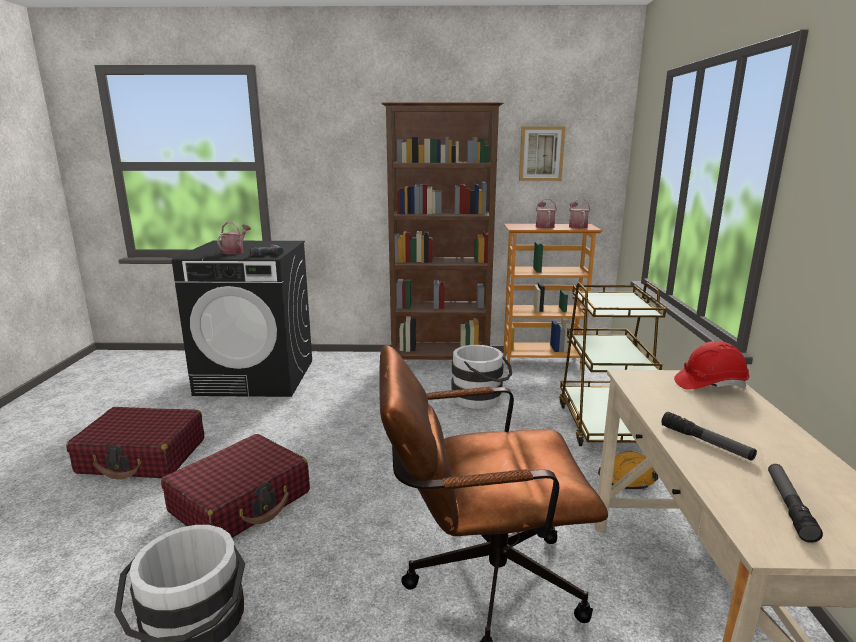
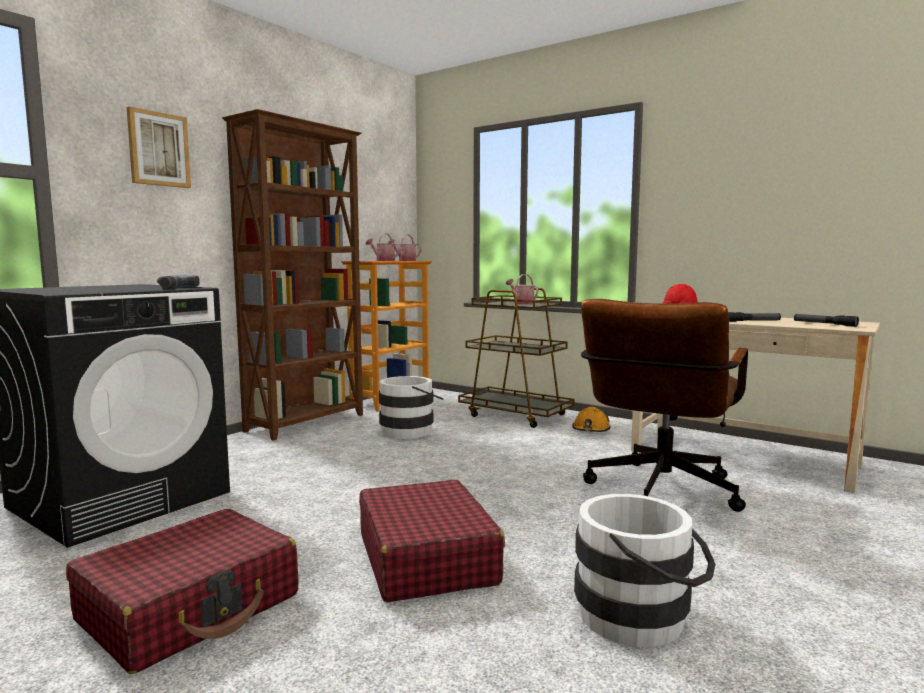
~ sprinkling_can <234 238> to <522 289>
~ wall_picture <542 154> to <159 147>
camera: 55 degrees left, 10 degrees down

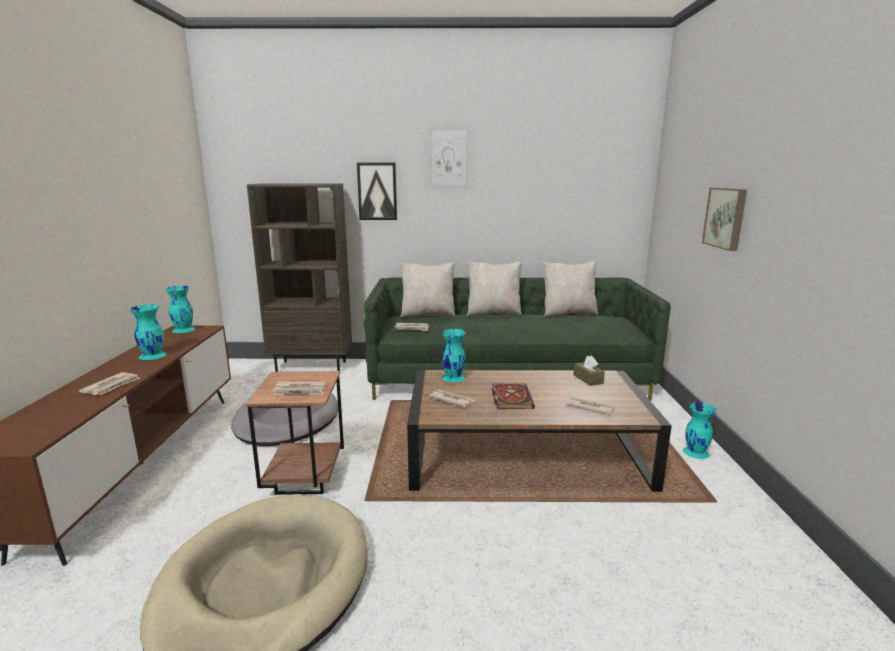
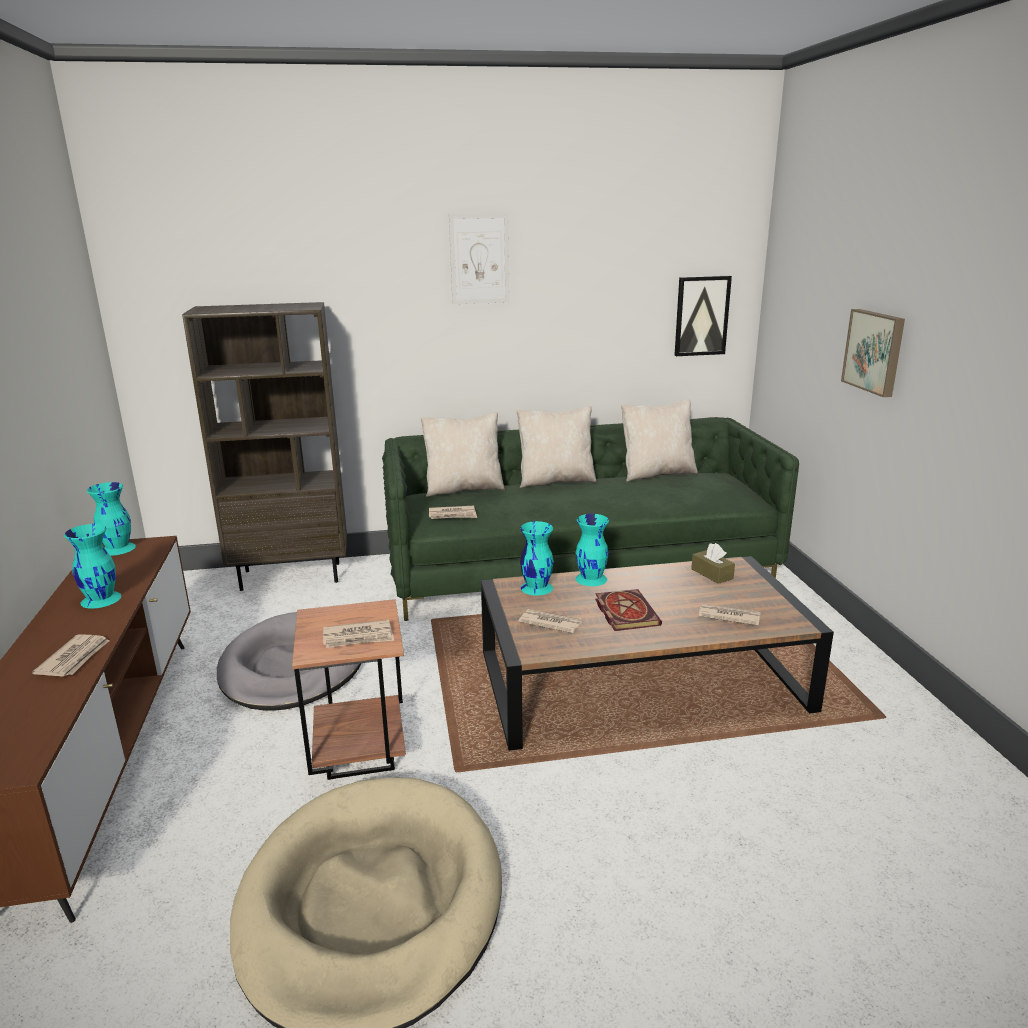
~ wall_picture <377 191> to <703 316>
~ turquoise_vase <700 430> to <592 550>
camera: 10 degrees left, 5 degrees up

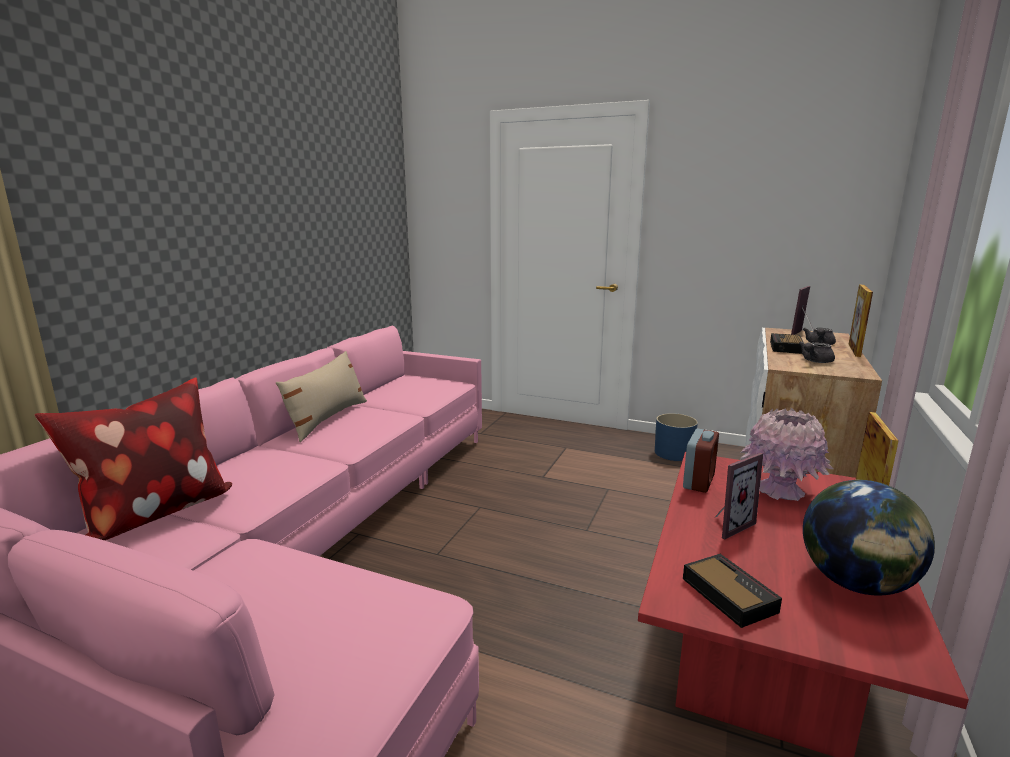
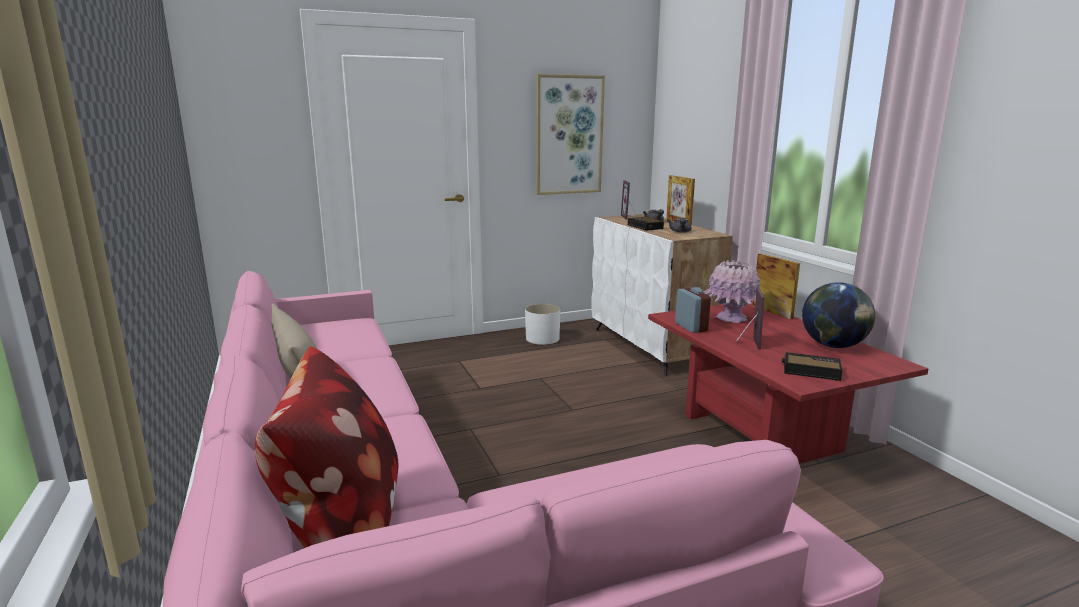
+ wall_picture <570 134>
~ blue-coloured_plant_pot <676 437> to white_plant_pot <542 324>
camera: 45 degrees left, 0 degrees up

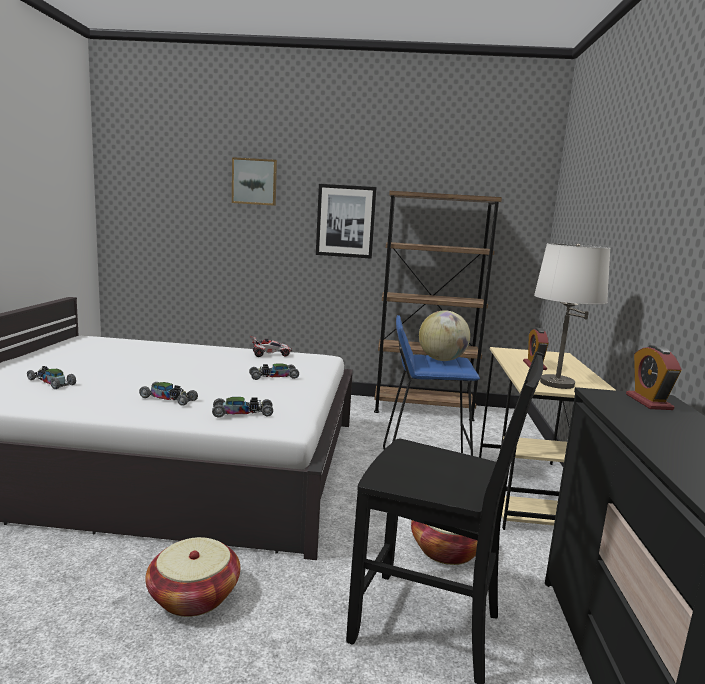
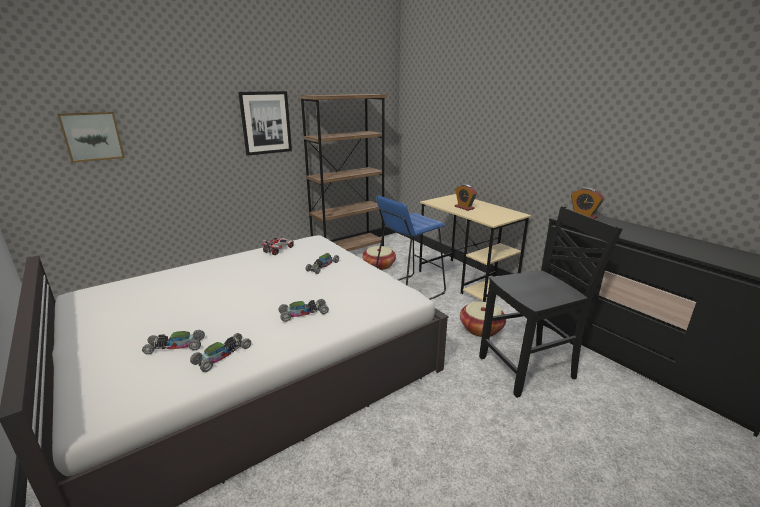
- desk_globe <444 335>
- white_lamp_for_a_table <572 316>
~ household_basket <193 577> to <379 258>
~ model_car <242 407> to <220 352>
~ wall_picture <254 181> to <91 137>
camera: 40 degrees left, 10 degrees up

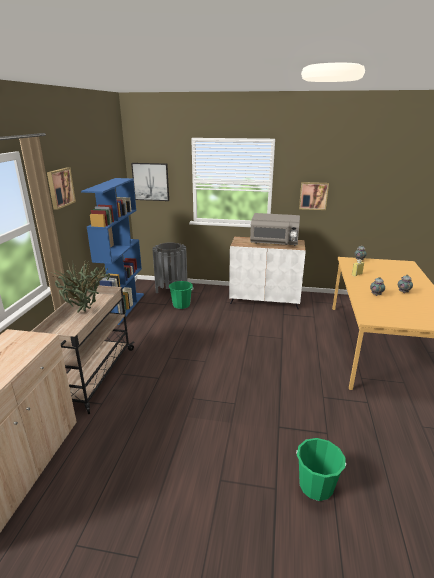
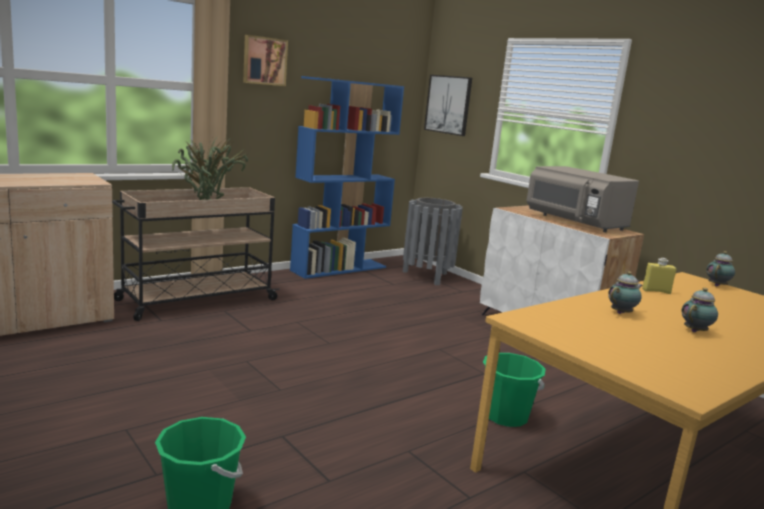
- wall_picture <314 196>
~ greenish_water_bucket <181 295> to <514 390>
camera: 40 degrees right, 10 degrees down

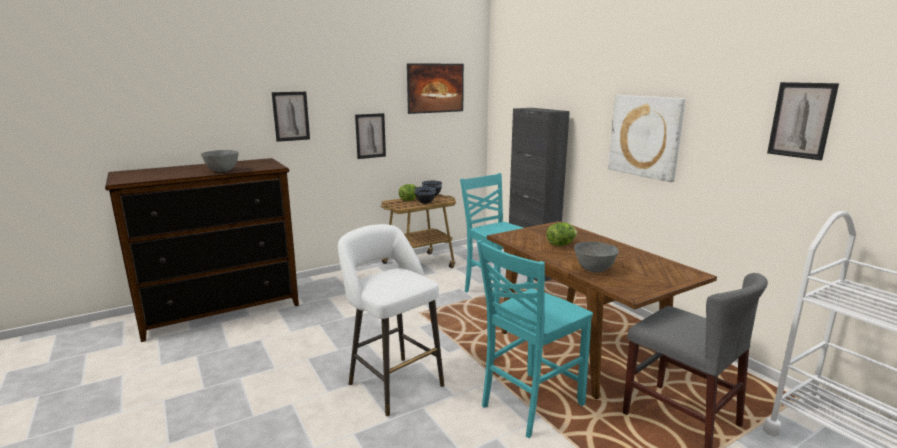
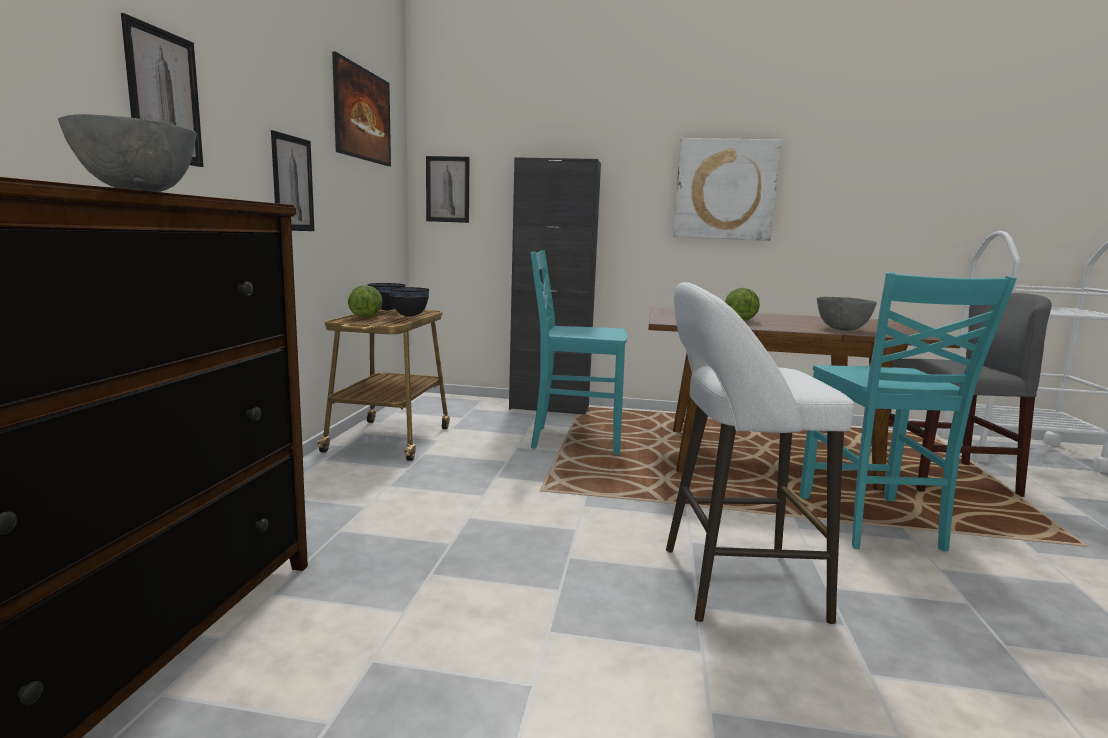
~ wall_picture <803 121> to <448 189>
camera: 50 degrees left, 5 degrees down

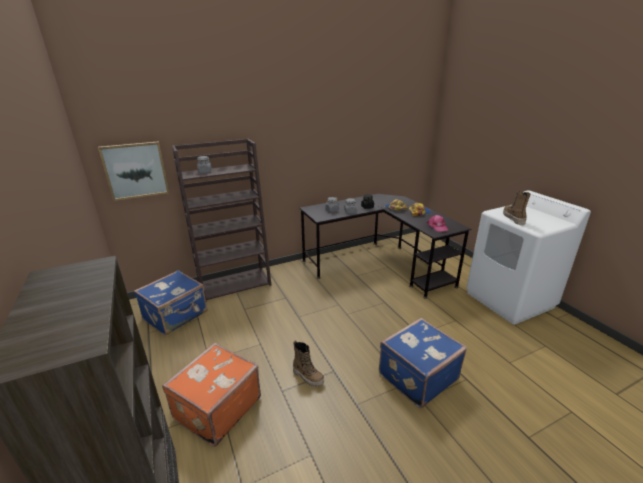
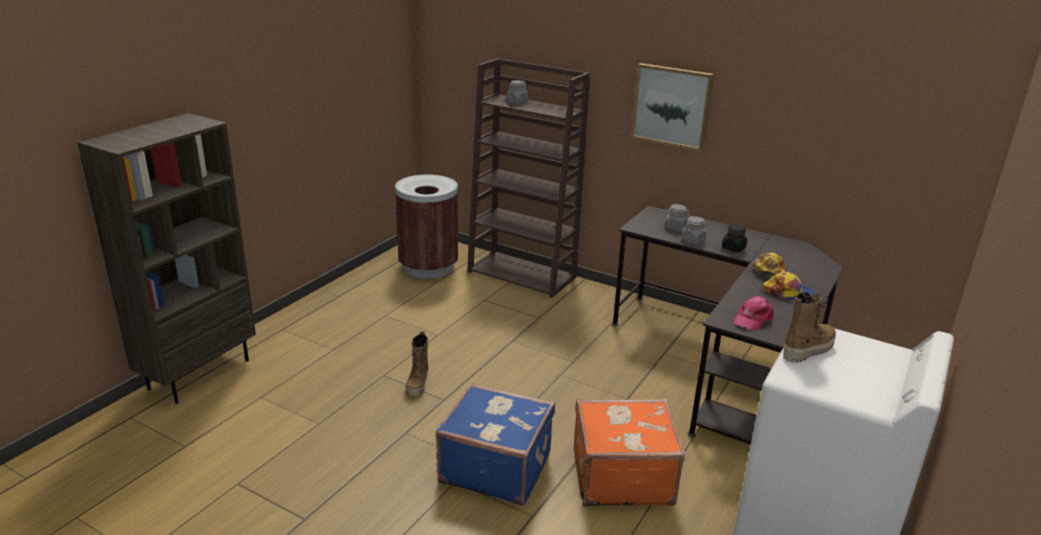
~ wall_picture <134 171> to <672 107>
~ orange-coloured_piece_of_luggage <211 395> to <630 453>
~ blue-coloured_piece_of_luggage <170 302> to brownish_waste_bin <426 226>
camera: 55 degrees right, 0 degrees up

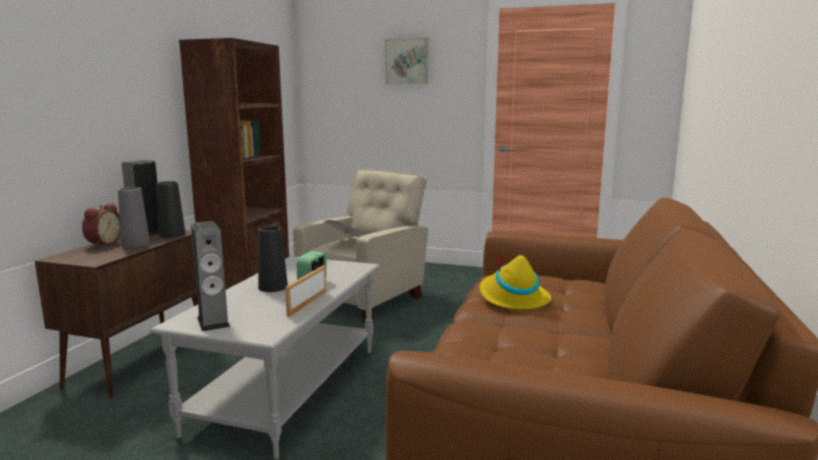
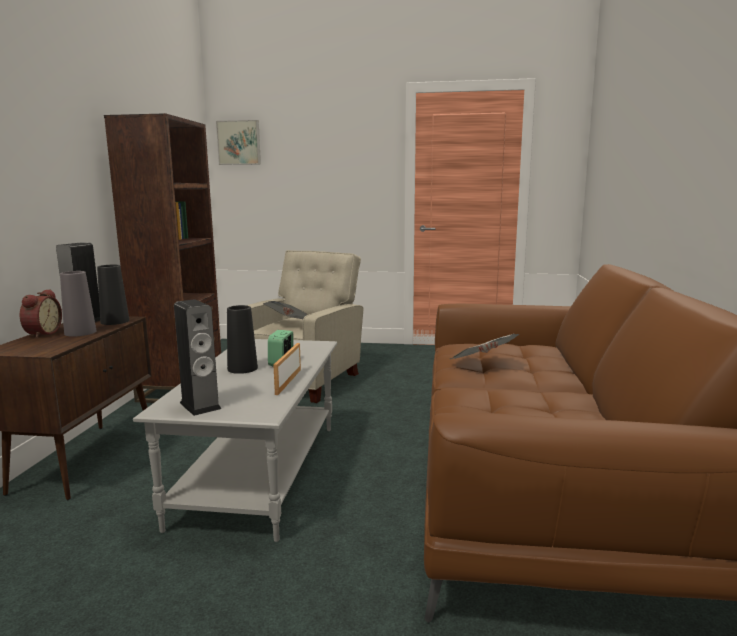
~ wall_picture <406 61> to <238 142>
~ yellowish_hat <515 280> to newspaper <484 346>
camera: 10 degrees left, 0 degrees up

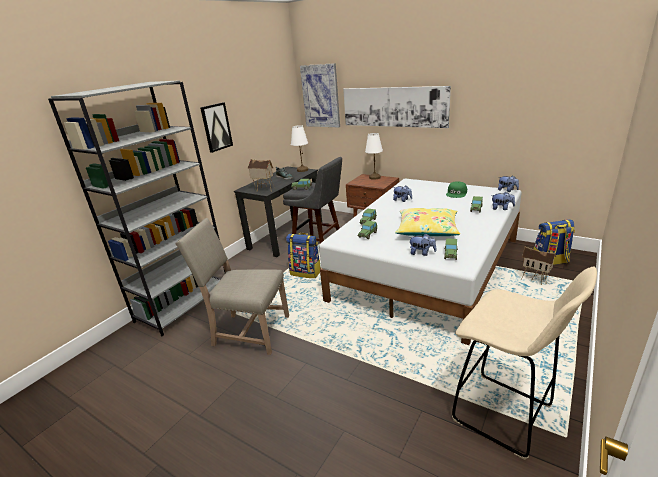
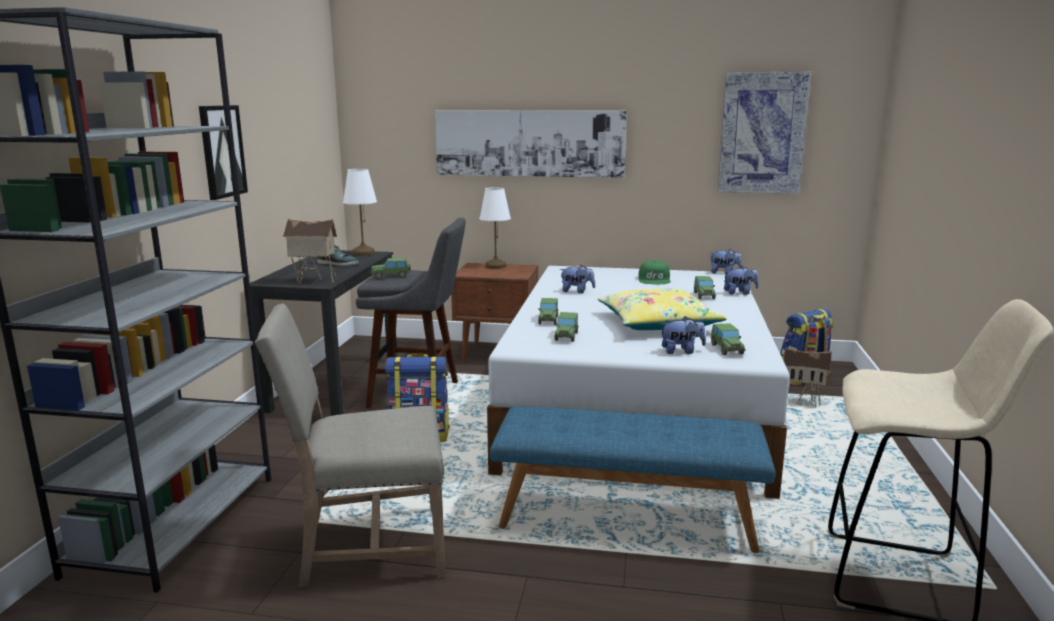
+ blue-coloured_indoor_bench <632 480>
~ wall_picture <320 95> to <764 133>
camera: 25 degrees left, 10 degrees down

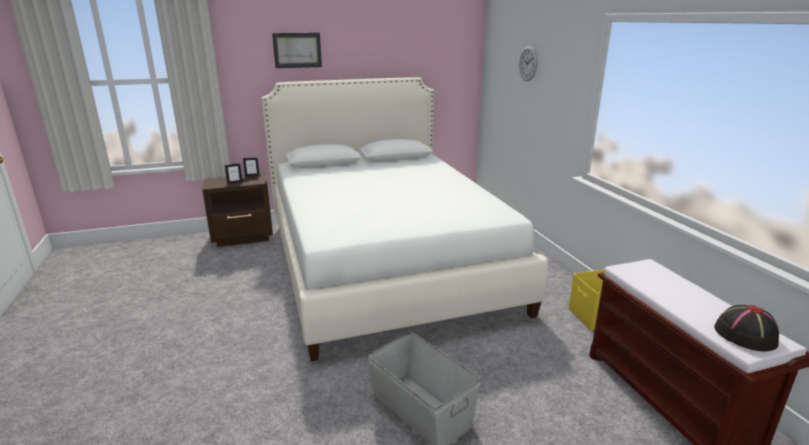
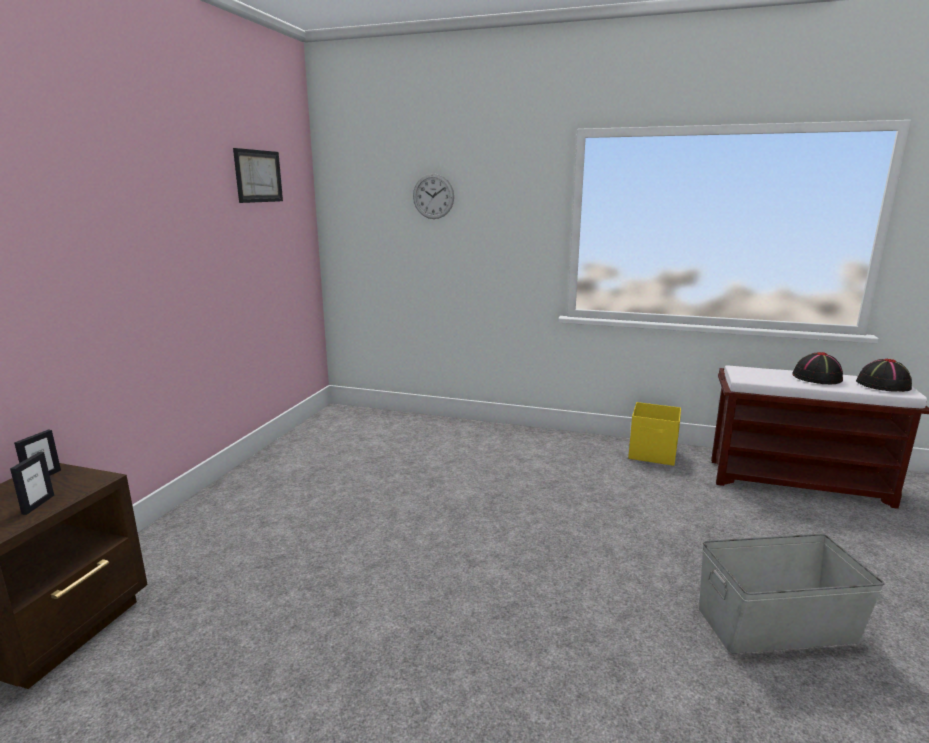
- white_bedroom_bed <404 219>
+ blackish_hat <817 368>
~ wall_picture <297 50> to <258 175>
camera: 55 degrees left, 5 degrees down

